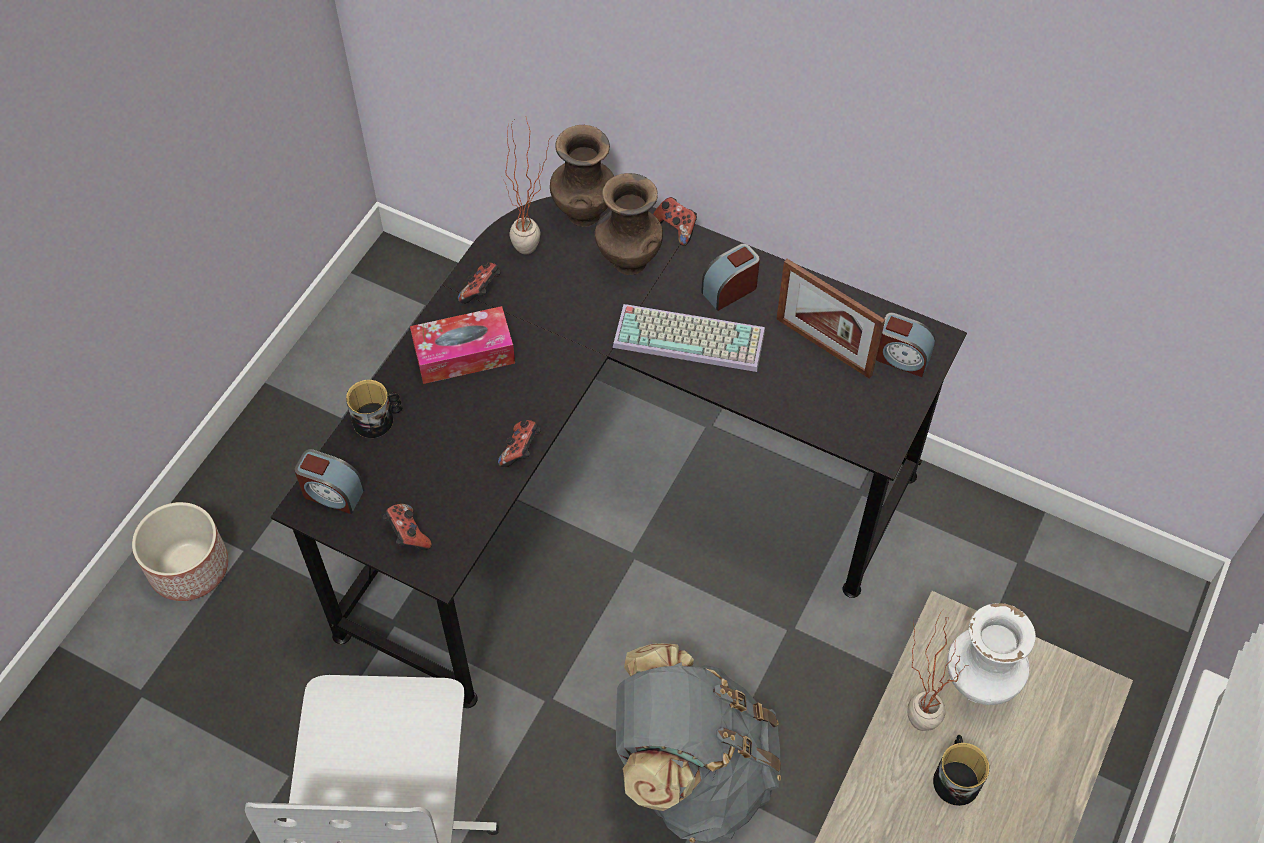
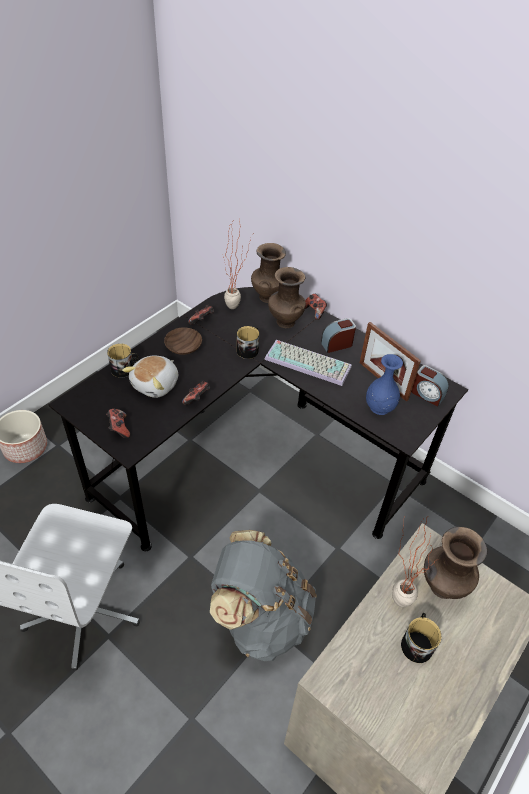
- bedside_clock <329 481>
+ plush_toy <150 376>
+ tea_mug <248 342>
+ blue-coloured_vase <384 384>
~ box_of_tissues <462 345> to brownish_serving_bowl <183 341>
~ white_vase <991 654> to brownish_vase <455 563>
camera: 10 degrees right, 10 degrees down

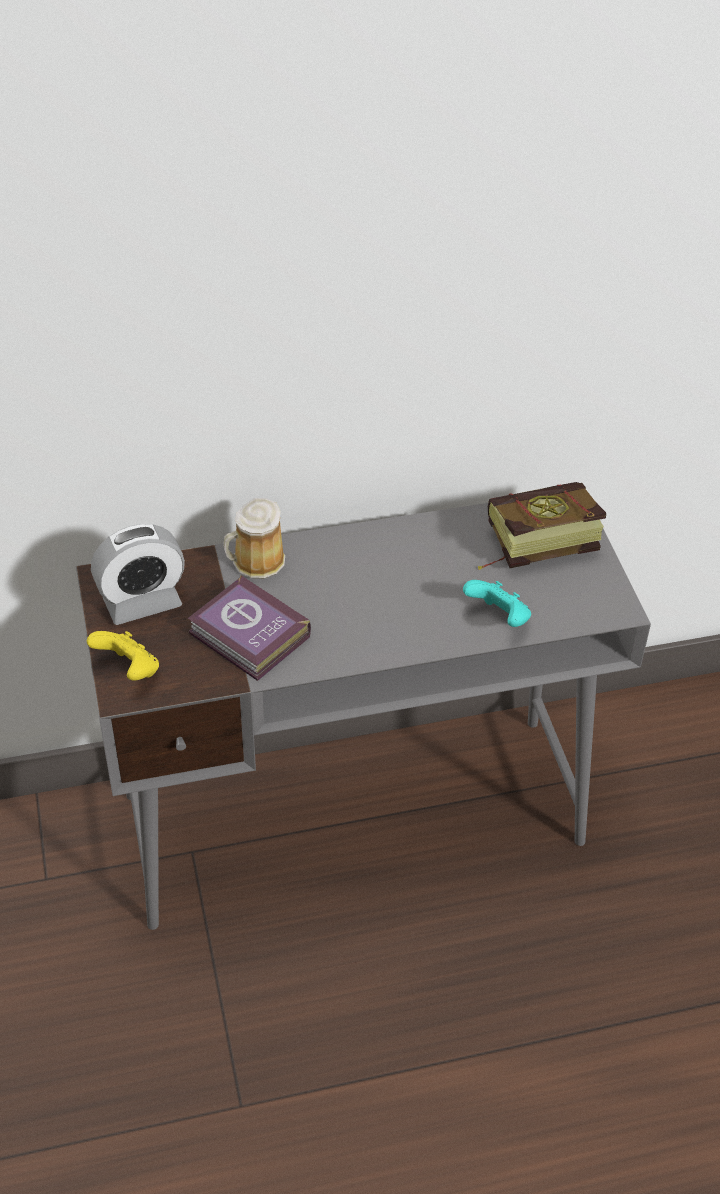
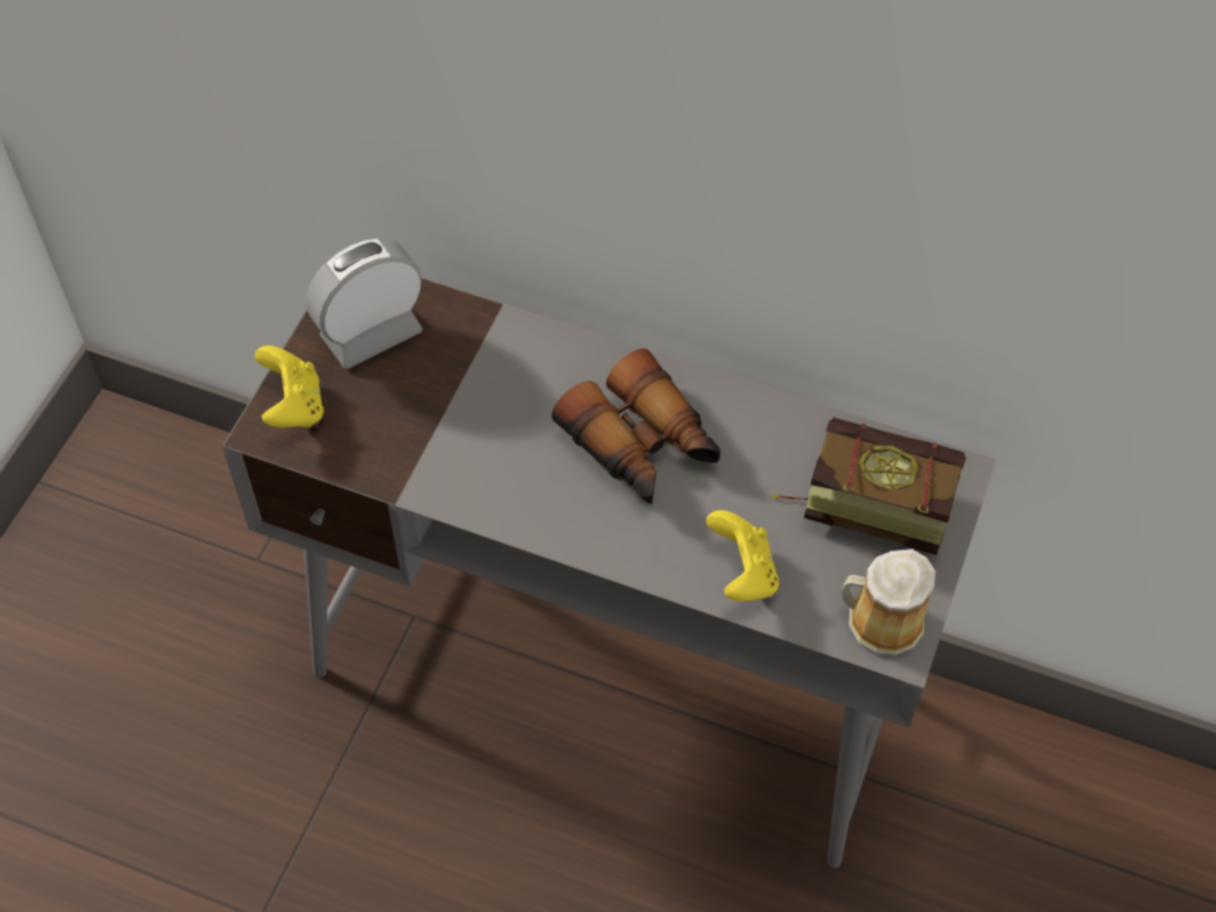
- bound_book <249 628>
+ binoculars <636 426>
~ tea_mug <254 538> to <888 602>
~ turquoise_gamepad <497 603> to yellowish_gamepad <742 555>
~ bedside_clock <138 574> = <364 303> 135 degrees clockwise
camera: 35 degrees right, 10 degrees up

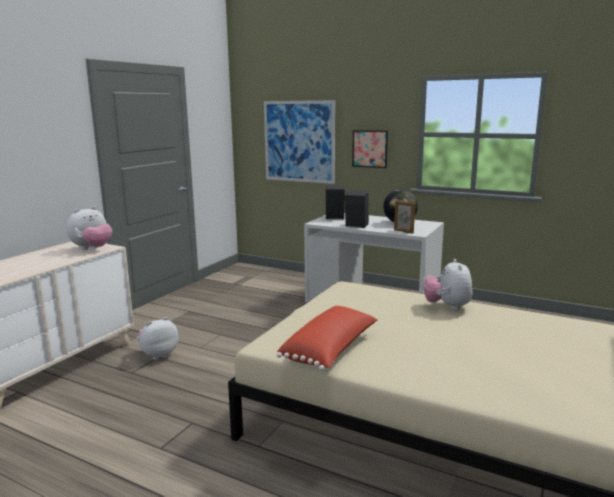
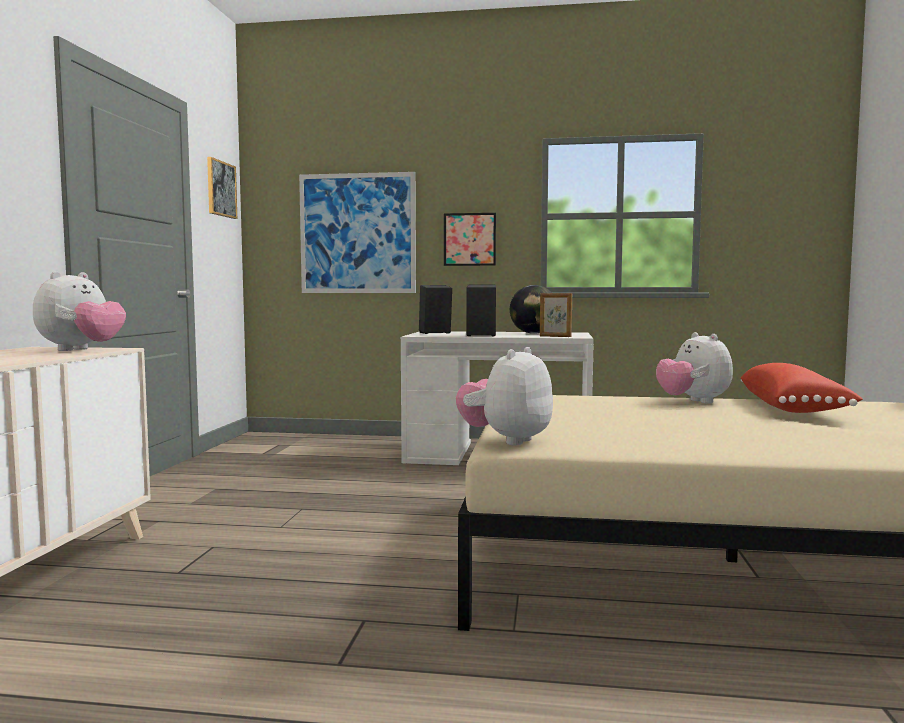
+ wall_picture <222 188>
~ plush_toy <157 338> to <504 396>
~ red_cushion <327 338> to <802 388>
camera: 20 degrees left, 10 degrees down

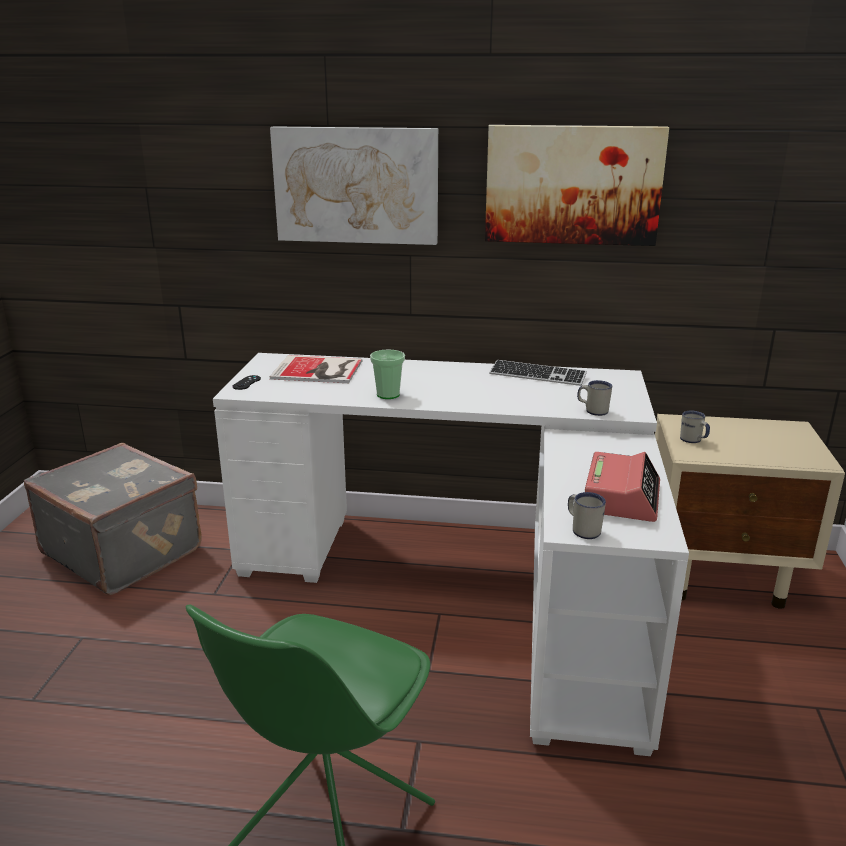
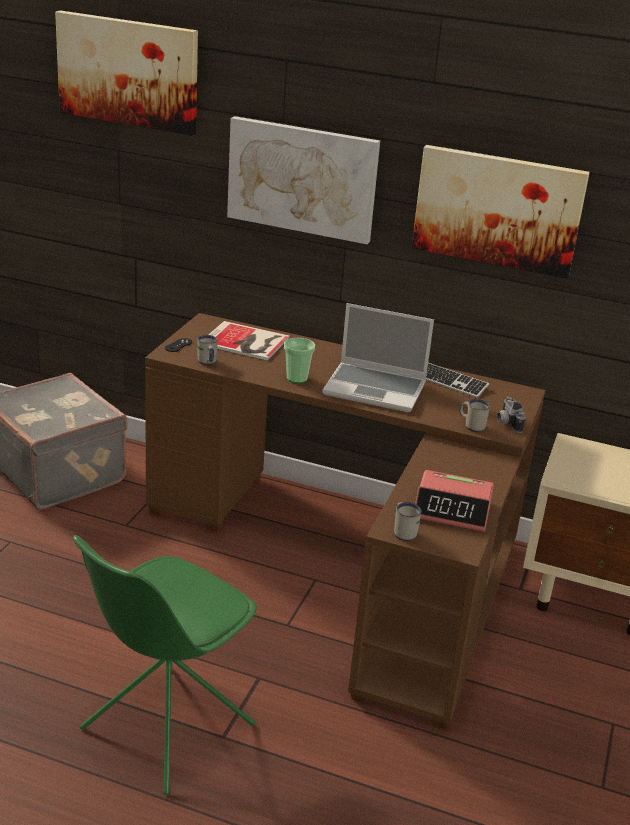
+ wall_picture <126 73>
+ laptop <378 357>
+ still_camera <511 415>
~ white_tea_mug <695 427> to <207 350>
~ white_desk <451 554> to brownish_desk <345 521>
~ bedside_clock <622 487> = <454 501> 75 degrees clockwise
camera: 10 degrees right, 5 degrees up

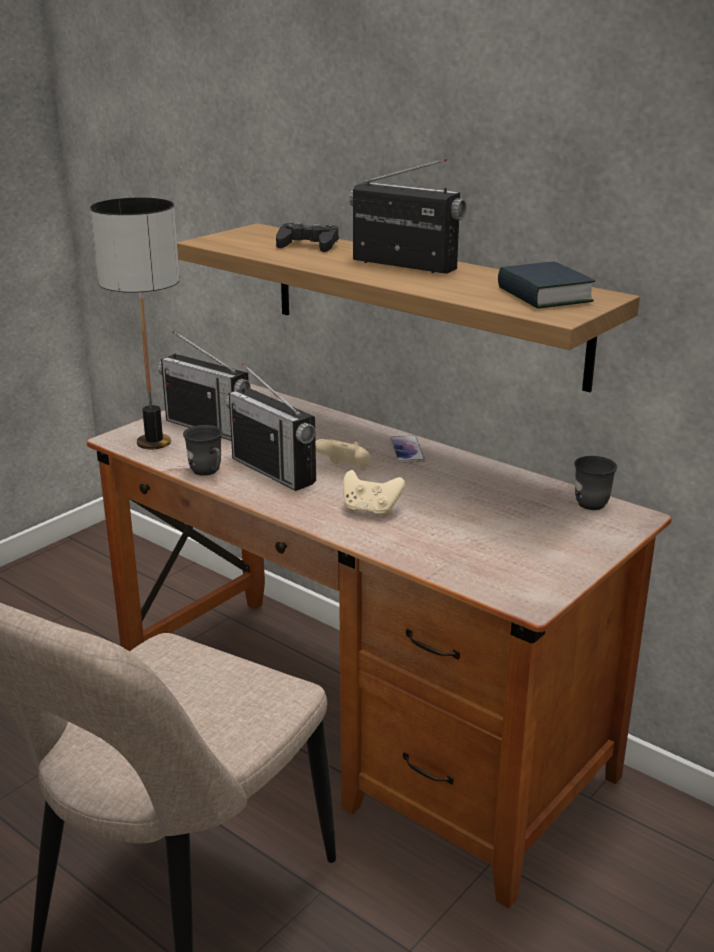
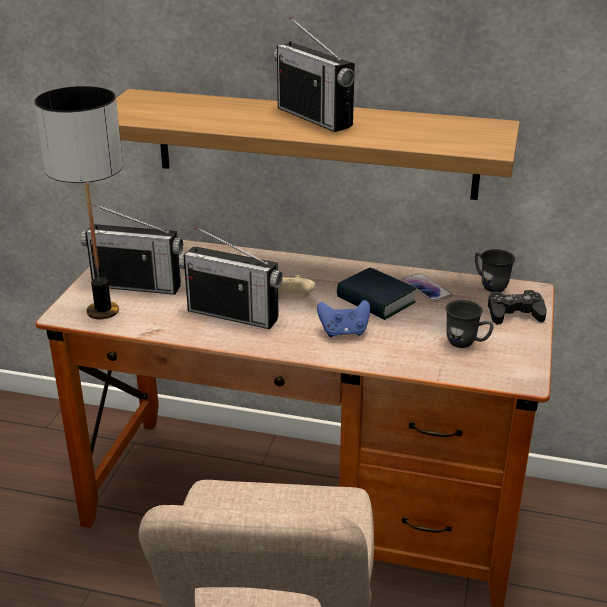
~ greyish_tea_mug <203 450> to <470 324>
~ blackish_gamepad <307 237> to <517 307>
~ telephone <407 449> to <427 287>
~ bound_book <546 285> to <376 294>
~ sand-coloured_gamepad <374 493> to blue-coloured_gamepad <343 318>
~ radio <408 216> = <314 74> 135 degrees counterclockwise
camera: 25 degrees left, 5 degrees up

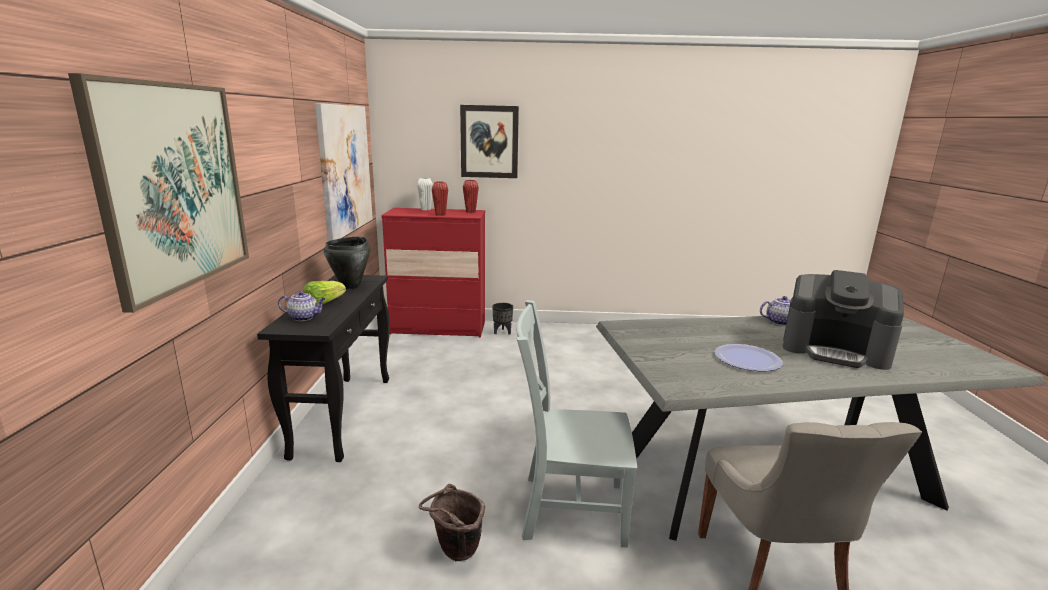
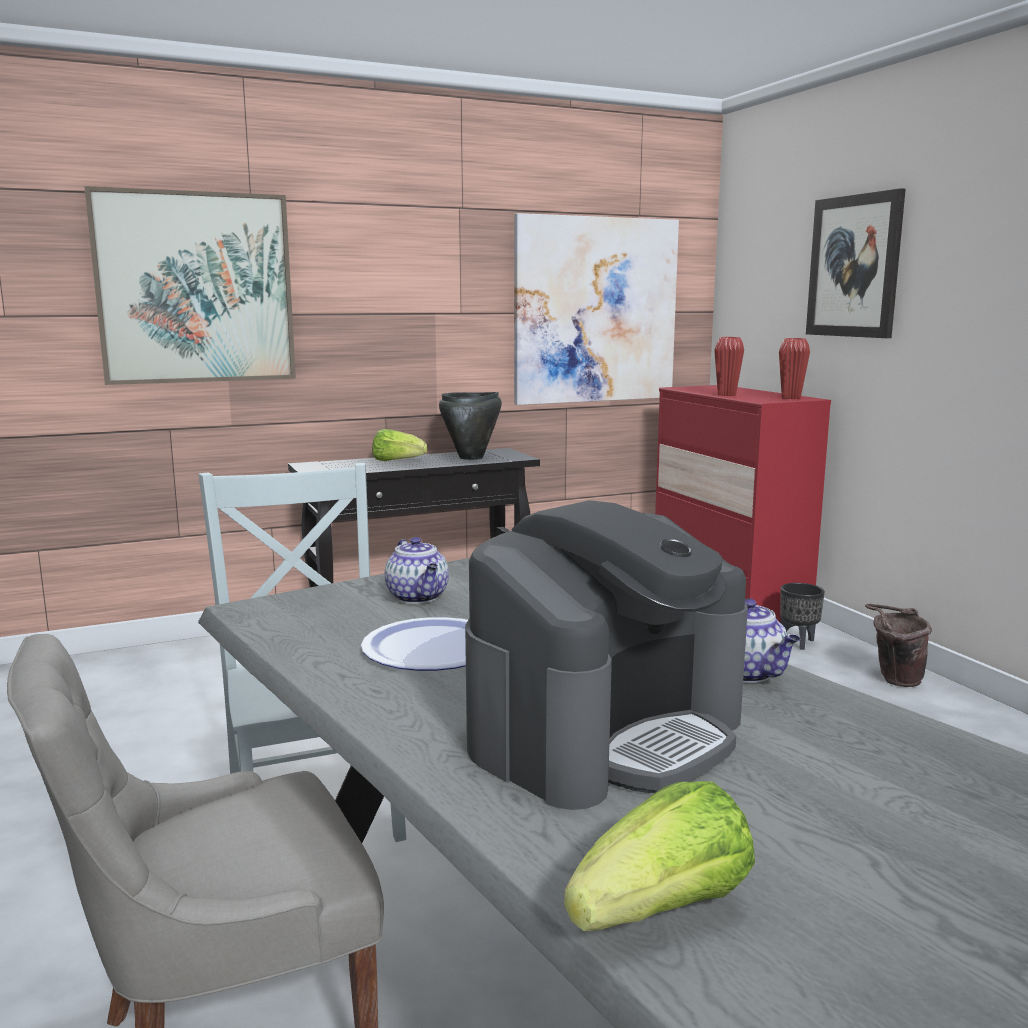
- white_vase <425 194>
+ head_of_lettuce <659 856>
~ pot_for_tea <302 306> to <417 570>
~ brownish_water_bucket <452 522> to <898 645>
~ coffee_brewer <843 320> = <606 655> 135 degrees counterclockwise
camera: 65 degrees right, 5 degrees down

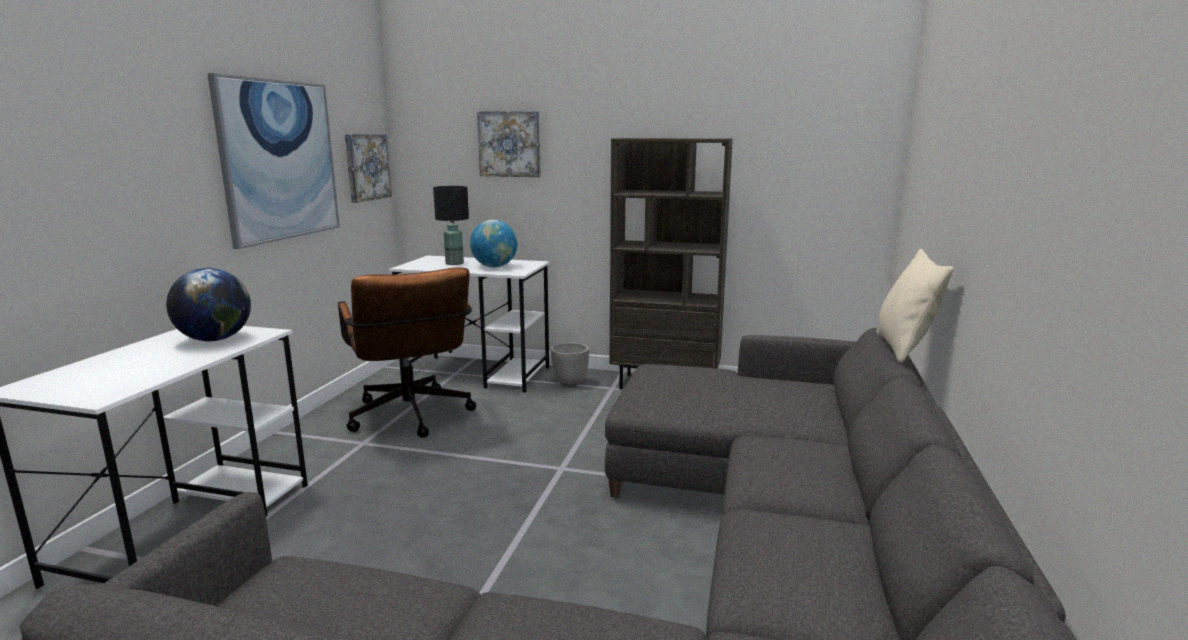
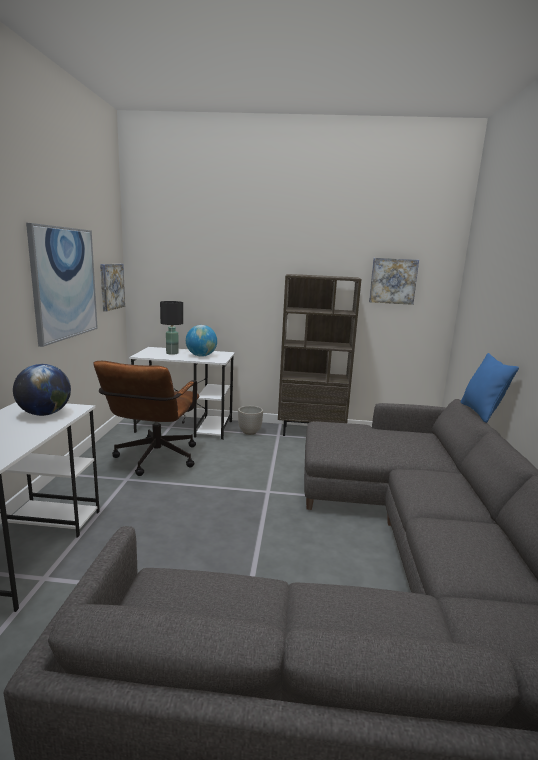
~ wall_picture <509 144> to <394 281>
~ sand-coloured_cushion <915 306> to blue-coloured_cushion <489 388>
~ brownish_desk_chair <407 352> = <146 418> 45 degrees clockwise
camera: 10 degrees left, 0 degrees up

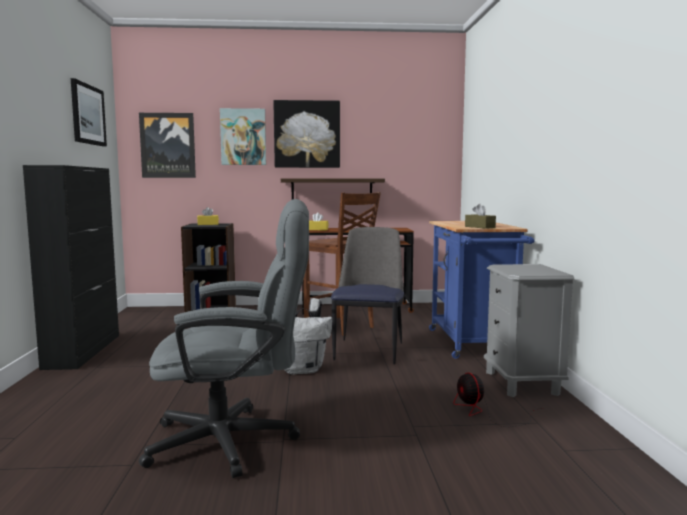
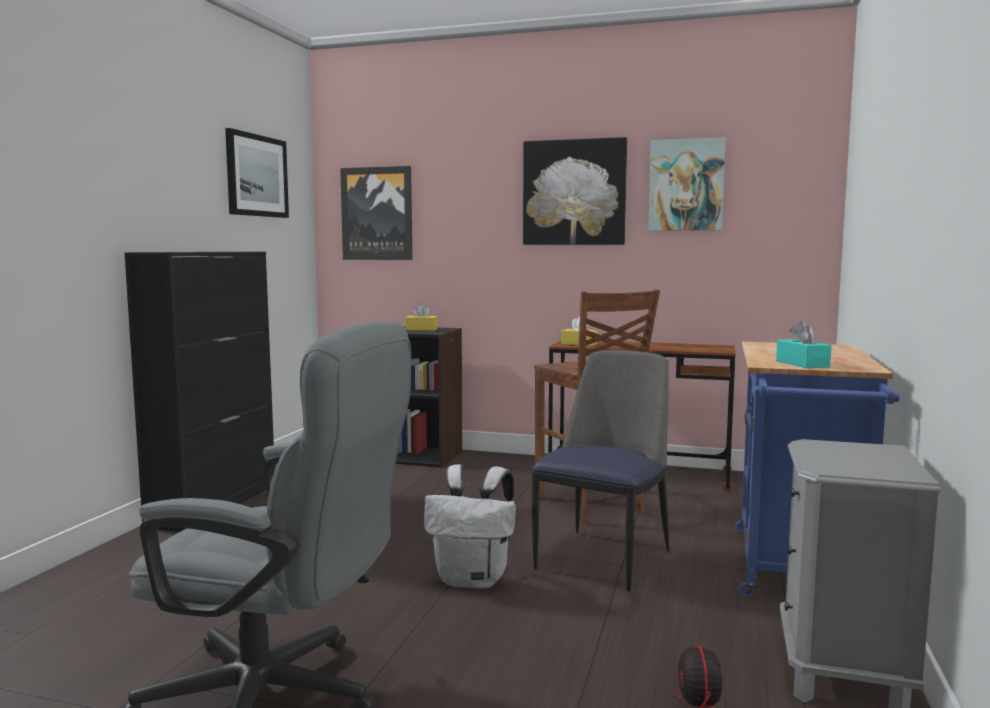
- shelf <333 189>
~ wall_picture <243 136> to <687 184>
~ brownish_box_of_tissues <480 216> to turquoise_box_of_tissues <804 344>
camera: 20 degrees right, 0 degrees up

